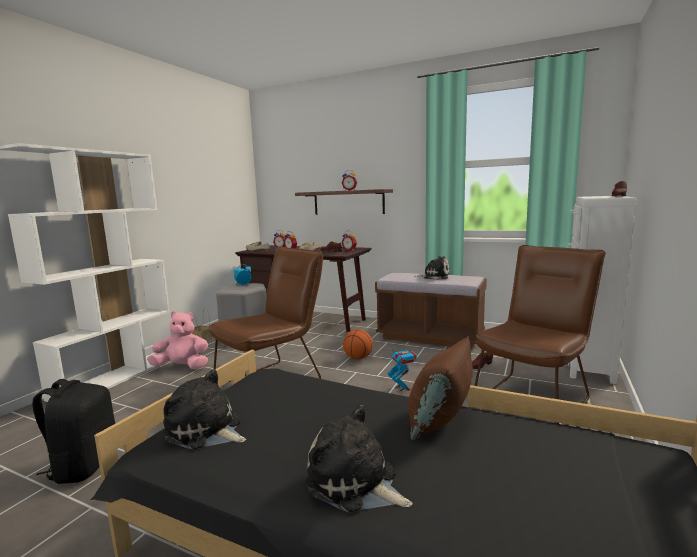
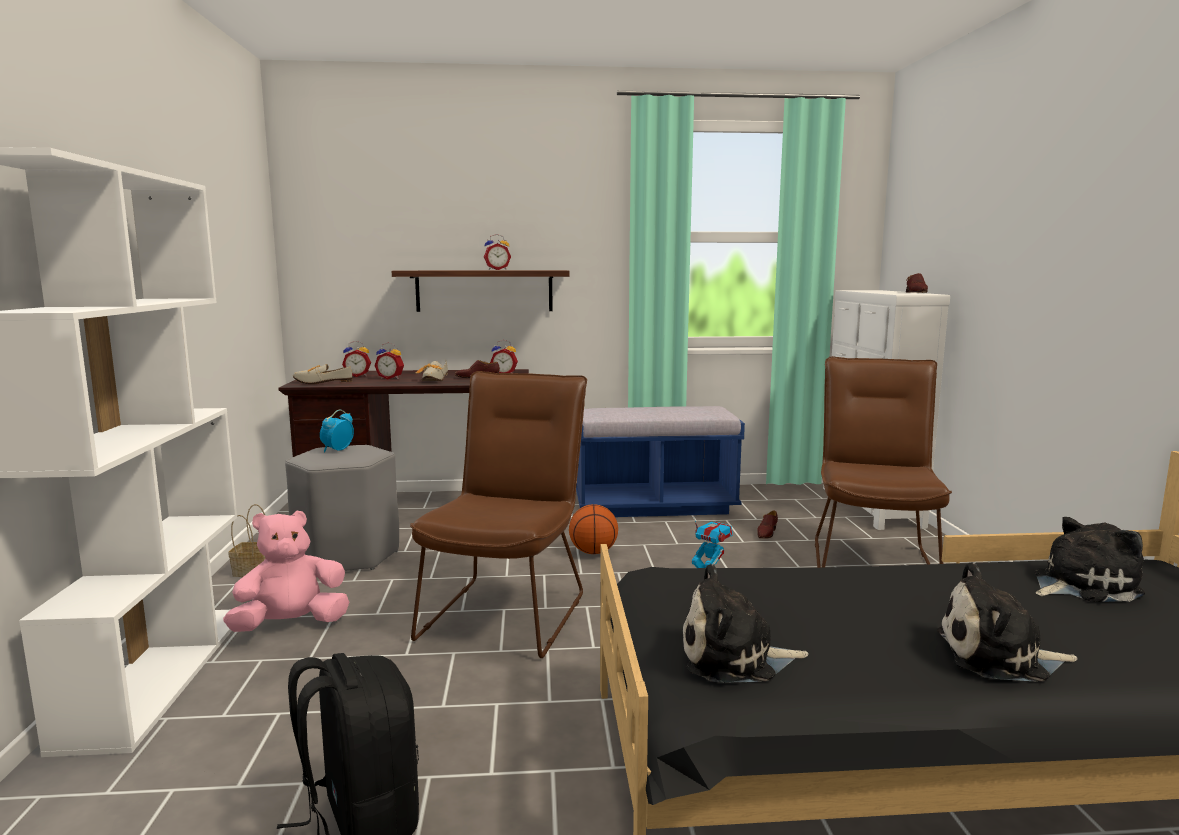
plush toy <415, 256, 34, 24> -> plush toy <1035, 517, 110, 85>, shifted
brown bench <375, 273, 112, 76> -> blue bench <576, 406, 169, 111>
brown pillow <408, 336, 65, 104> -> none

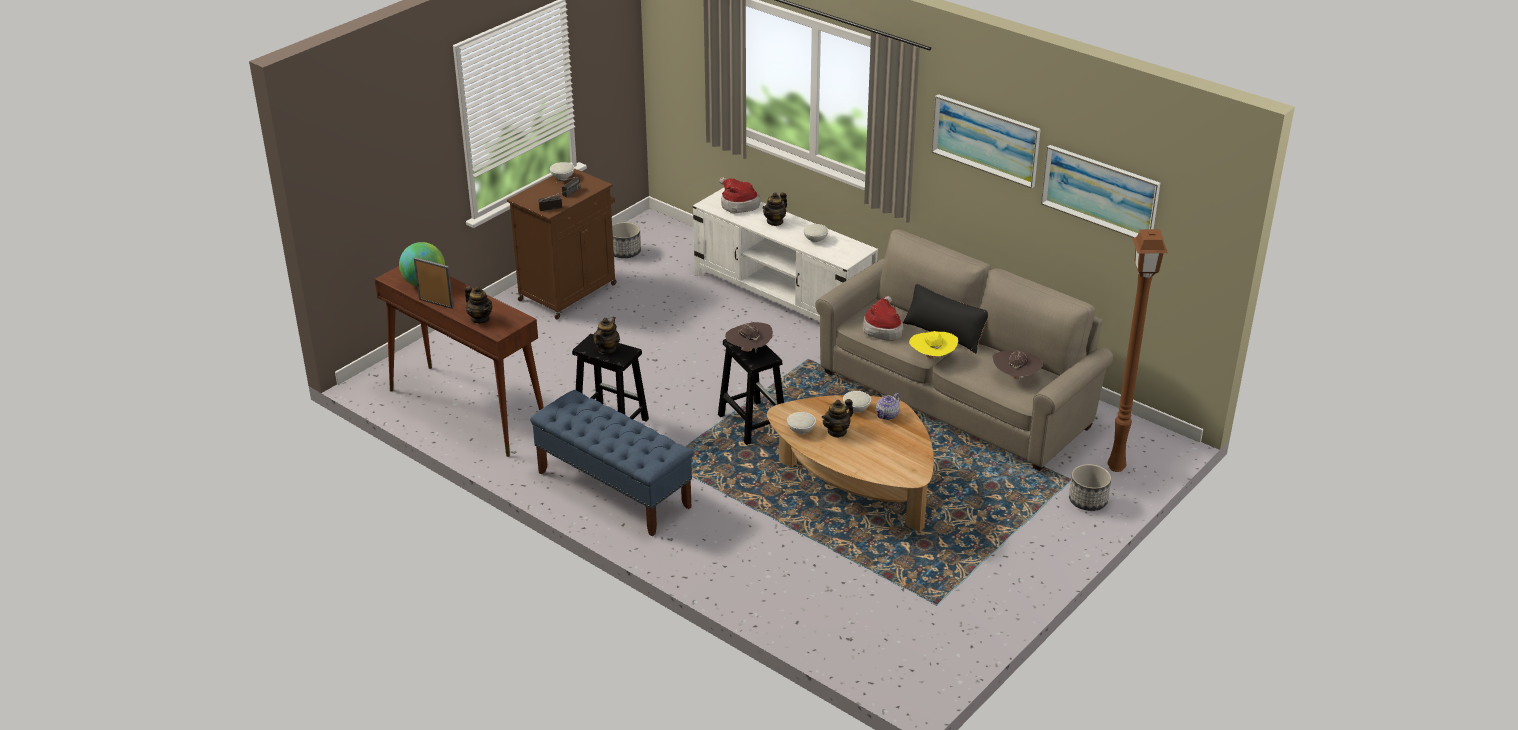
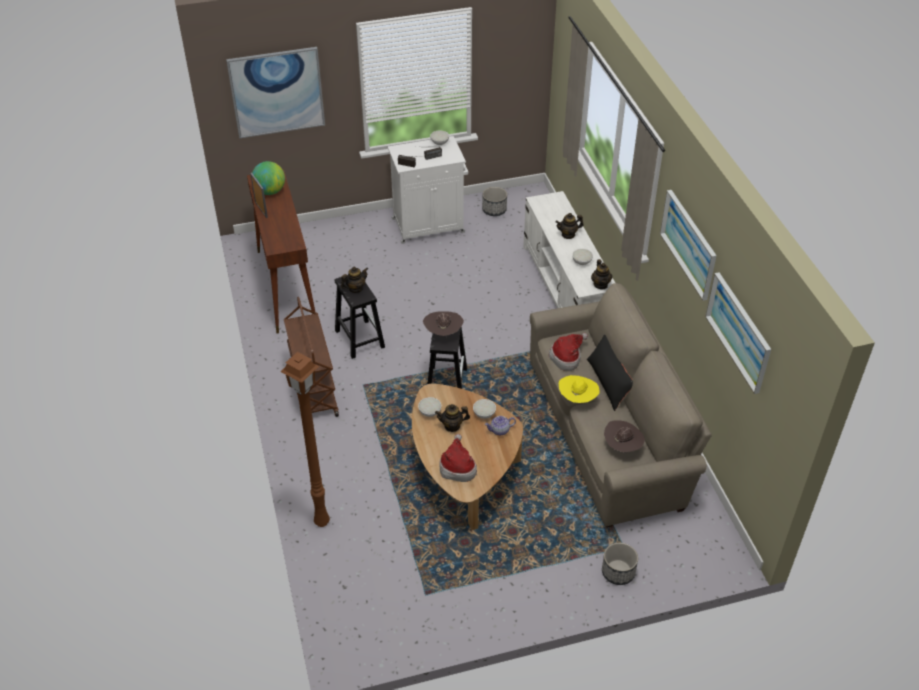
brown cabinet <507, 168, 109, 151> -> white cabinet <388, 136, 80, 108>
hat <720, 177, 40, 37> -> hat <439, 434, 38, 48>, shifted
brown floor lamp <1108, 229, 60, 243> -> brown floor lamp <280, 352, 50, 175>, shifted
teapot <465, 286, 28, 37> -> teapot <591, 259, 21, 30>, shifted
blue bench <530, 390, 164, 146> -> brown cart <284, 297, 55, 120>
none -> picture <226, 47, 99, 91>

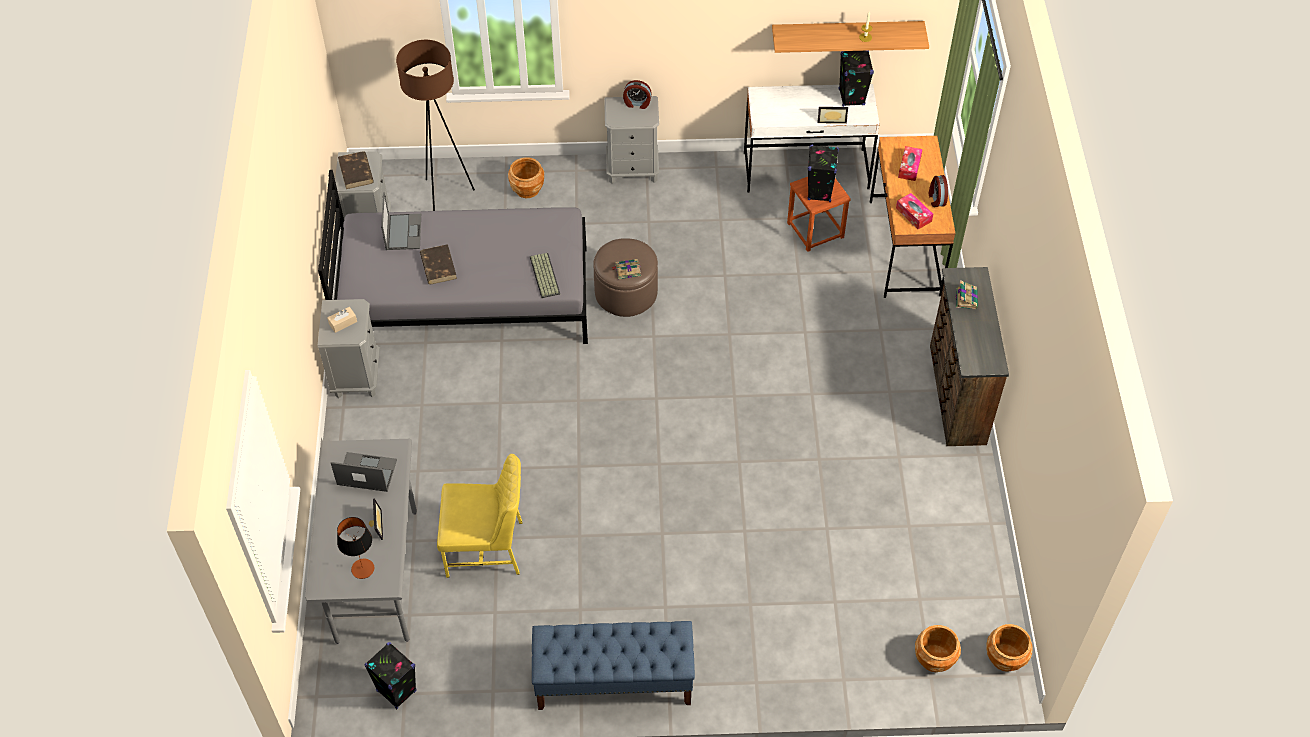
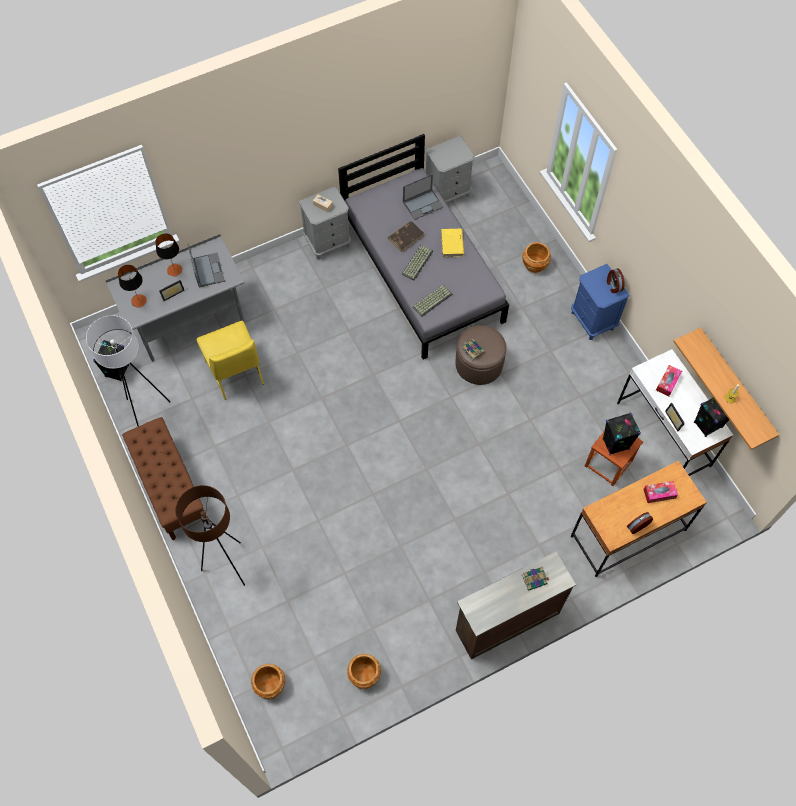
brown floor lamp <396, 40, 79, 171> -> brown floor lamp <176, 485, 69, 101>, shifted
grey nightstand <604, 96, 55, 88> -> blue nightstand <571, 264, 59, 76>
brown book <338, 151, 36, 38> -> none
tissue box <896, 193, 37, 36> -> tissue box <656, 365, 26, 32>, shifted
blue bench <532, 621, 163, 89> -> brown bench <122, 417, 83, 123>
brown planter <986, 624, 47, 48> -> brown planter <347, 654, 35, 35>, shifted
none -> yellow book <441, 229, 23, 28>
none -> table lamp <155, 233, 27, 43>
none -> keyboard <402, 245, 31, 35>
none -> white floor lamp <86, 315, 84, 111>

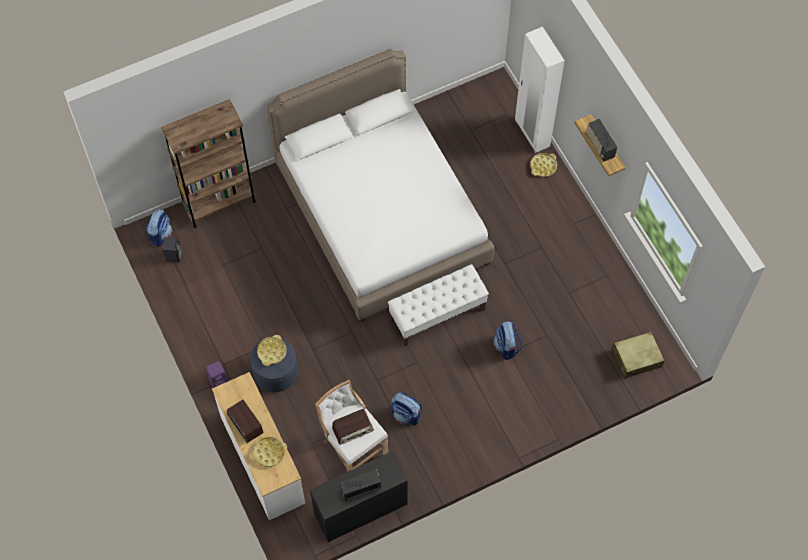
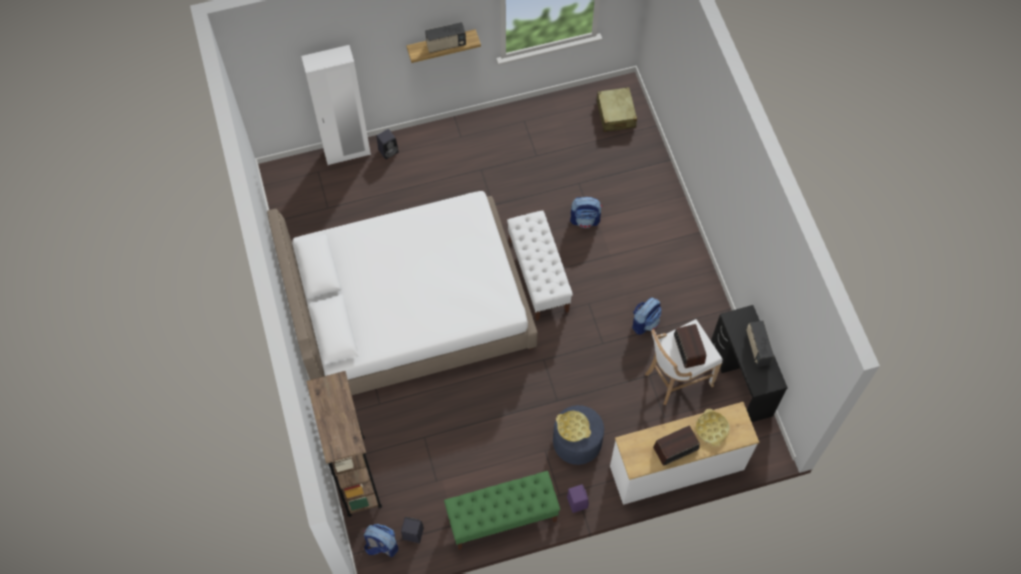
yellow tray <530, 153, 27, 24> -> black speaker <377, 129, 22, 30>
none -> green bench <444, 471, 116, 79>

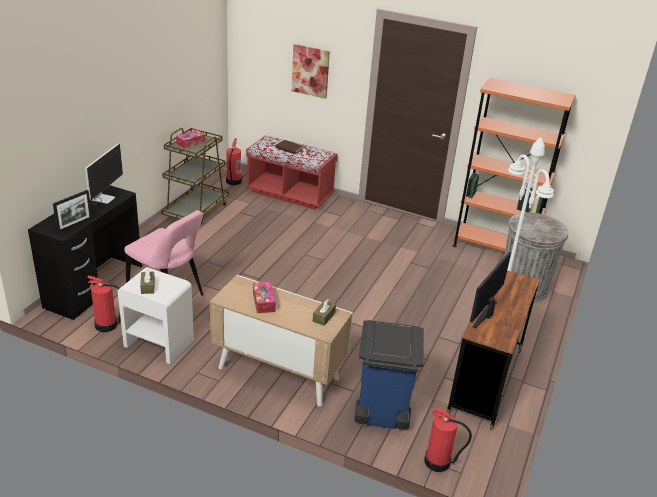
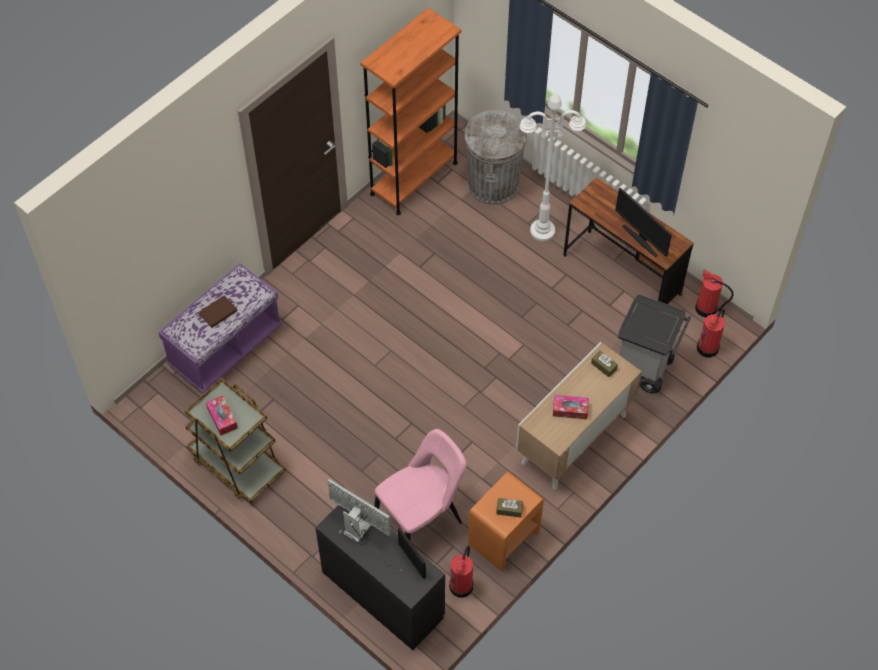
picture <292, 44, 38, 55> -> none
red bench <246, 135, 91, 75> -> purple bench <158, 263, 124, 130>
fire extinguisher <226, 138, 16, 47> -> fire extinguisher <695, 269, 39, 48>, shifted
white nightstand <117, 267, 77, 97> -> orange nightstand <468, 472, 76, 100>
blue trash can <354, 320, 70, 110> -> grey trash can <618, 294, 73, 100>

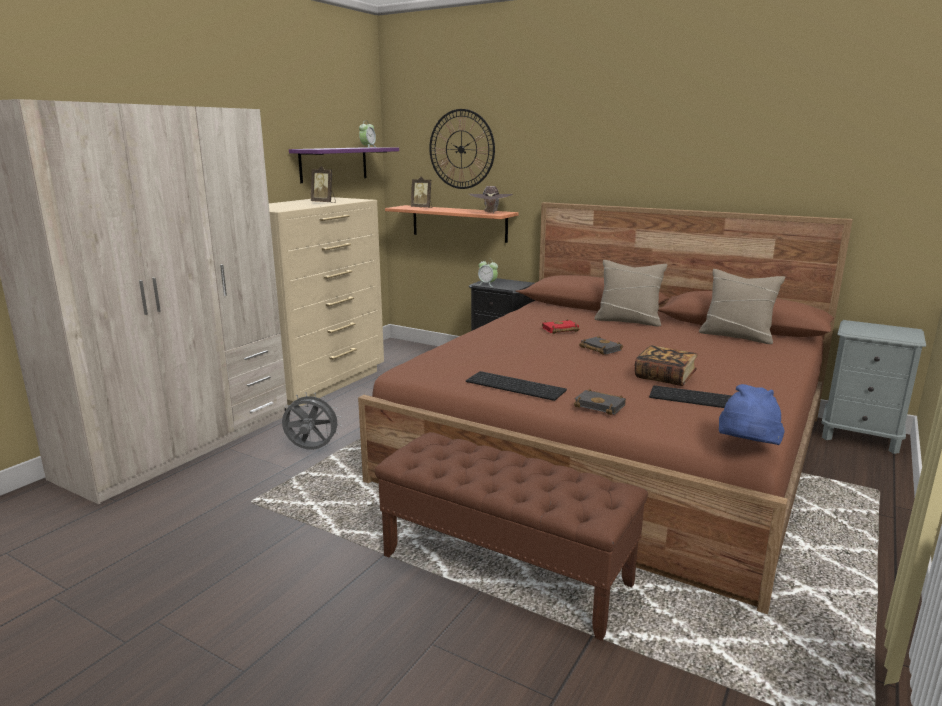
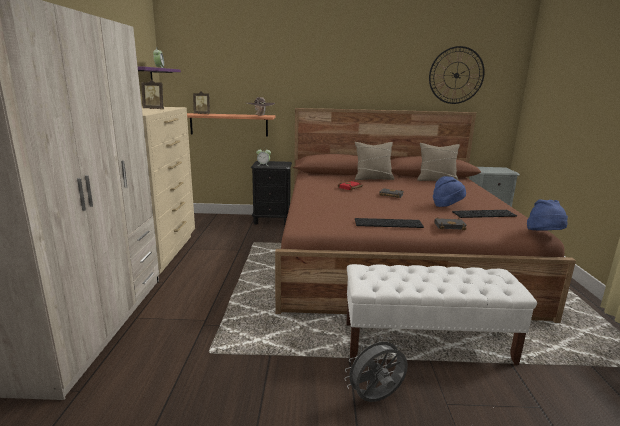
wall clock <429, 109, 66, 80> -> wall clock <429, 46, 56, 58>, shifted
book <635, 345, 63, 41> -> blue hat <433, 176, 33, 31>
grey fan <282, 392, 60, 58> -> grey fan <344, 336, 64, 66>, shifted
brown bench <375, 432, 273, 209> -> white bench <346, 264, 191, 101>

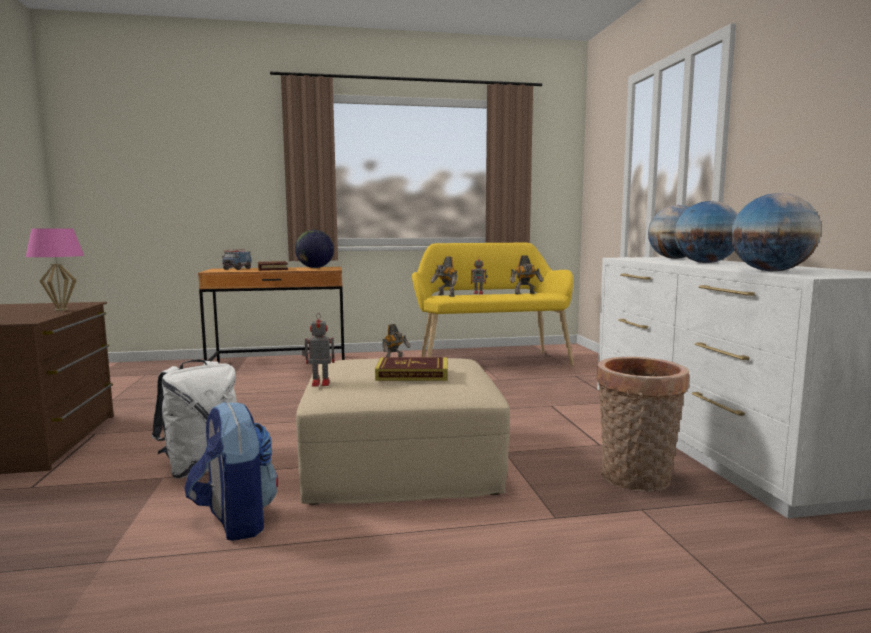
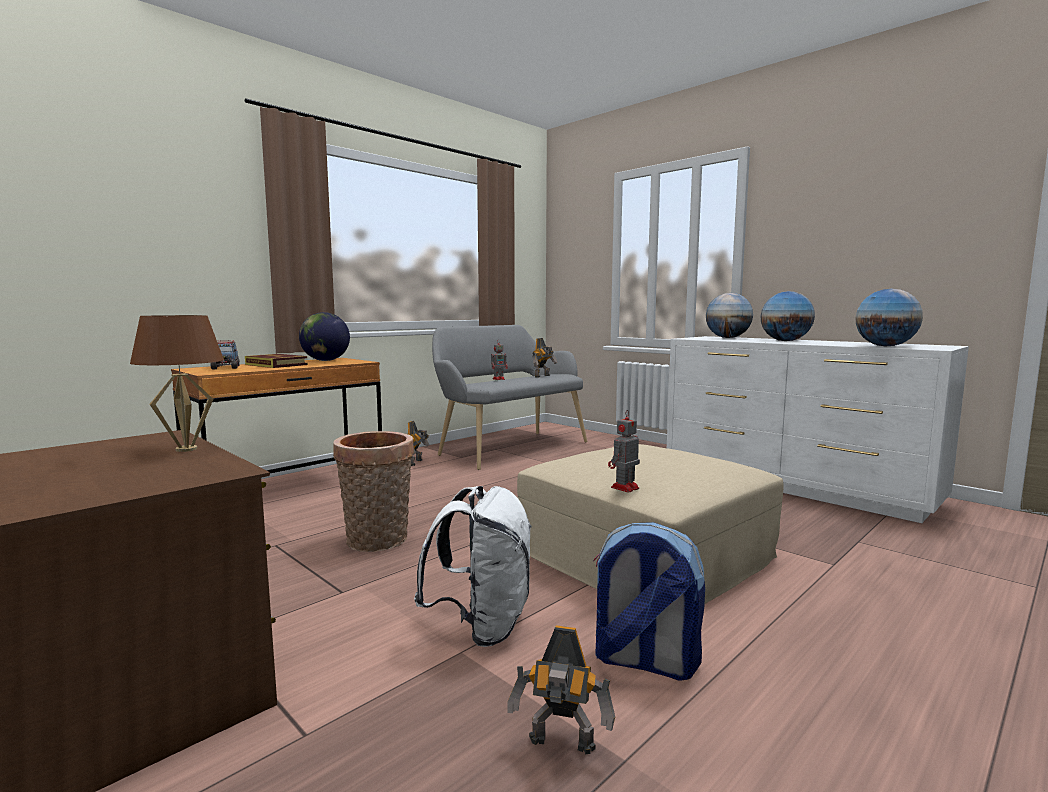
pink table lamp <26, 229, 58, 82> -> brown table lamp <130, 315, 94, 137>
yellow bench <412, 243, 162, 123> -> grey bench <432, 325, 155, 145>
toy robot <430, 256, 27, 41> -> toy robot <508, 625, 107, 129>, shifted
book <375, 357, 73, 24> -> none
basket <596, 357, 93, 135> -> basket <333, 431, 81, 121>, shifted

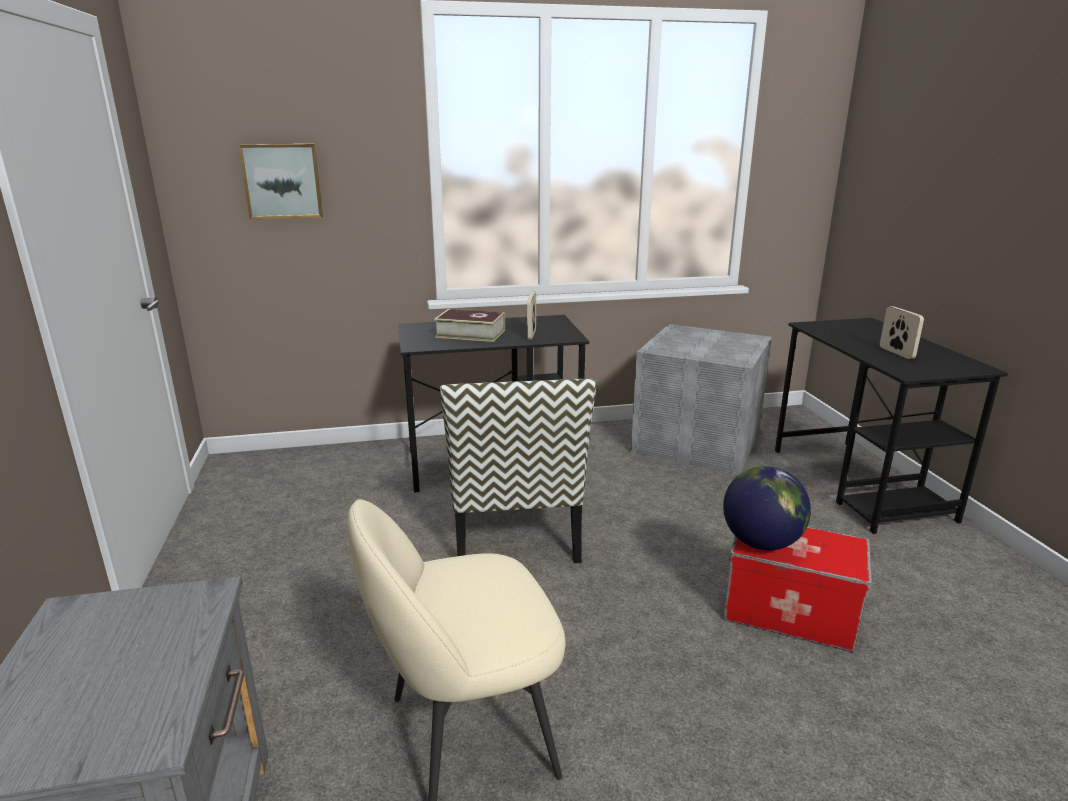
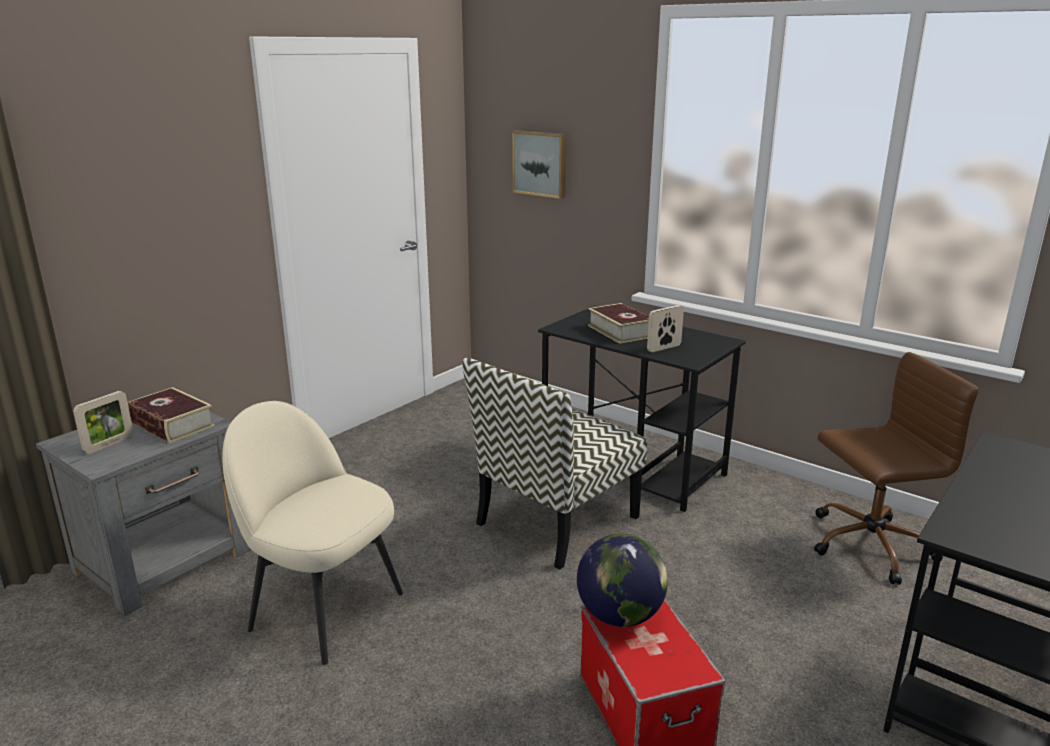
picture frame <880, 306, 44, 53> -> picture frame <73, 391, 60, 63>, shifted
grey storage box <631, 324, 141, 151> -> brown office chair <814, 352, 165, 233>
none -> book <127, 387, 88, 56>

